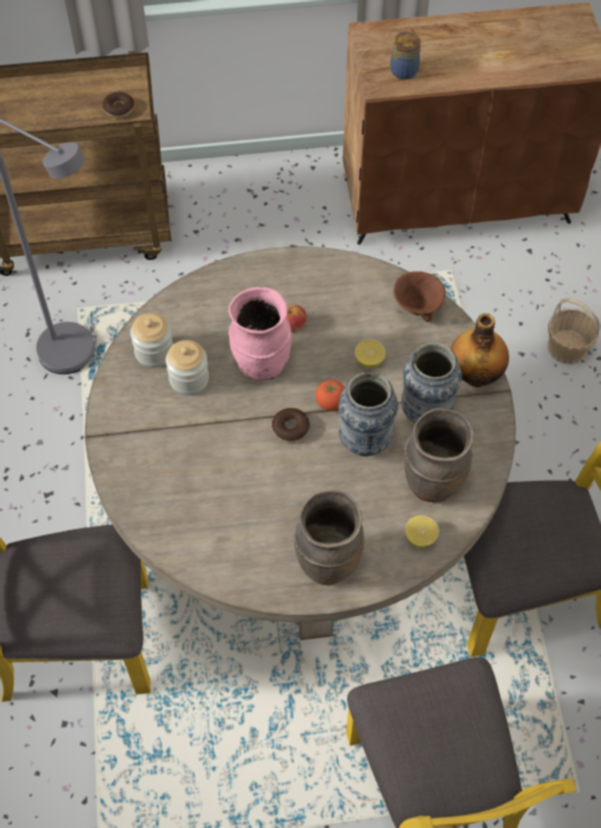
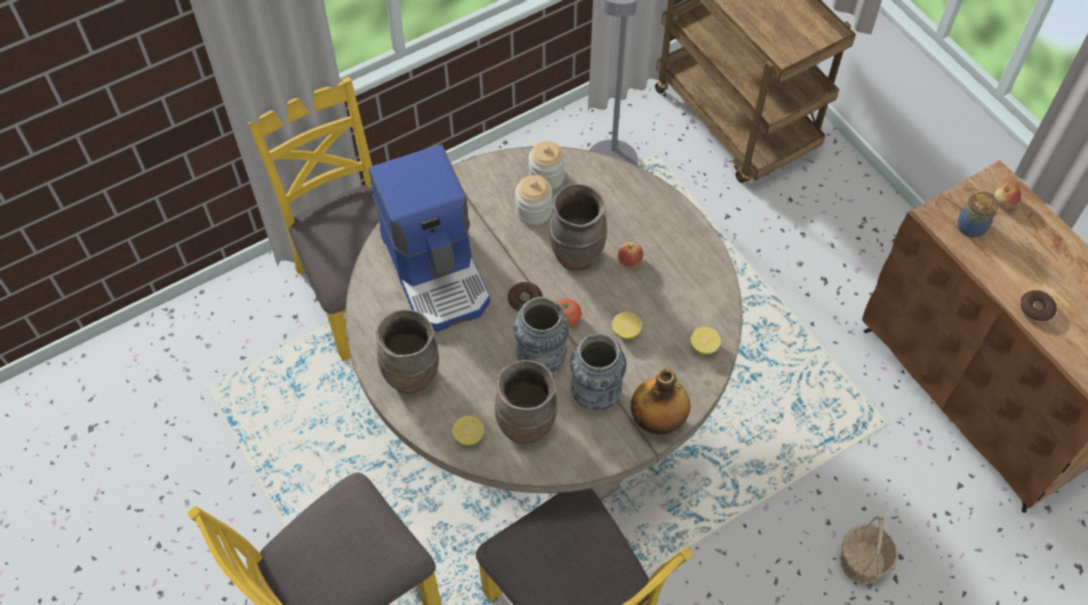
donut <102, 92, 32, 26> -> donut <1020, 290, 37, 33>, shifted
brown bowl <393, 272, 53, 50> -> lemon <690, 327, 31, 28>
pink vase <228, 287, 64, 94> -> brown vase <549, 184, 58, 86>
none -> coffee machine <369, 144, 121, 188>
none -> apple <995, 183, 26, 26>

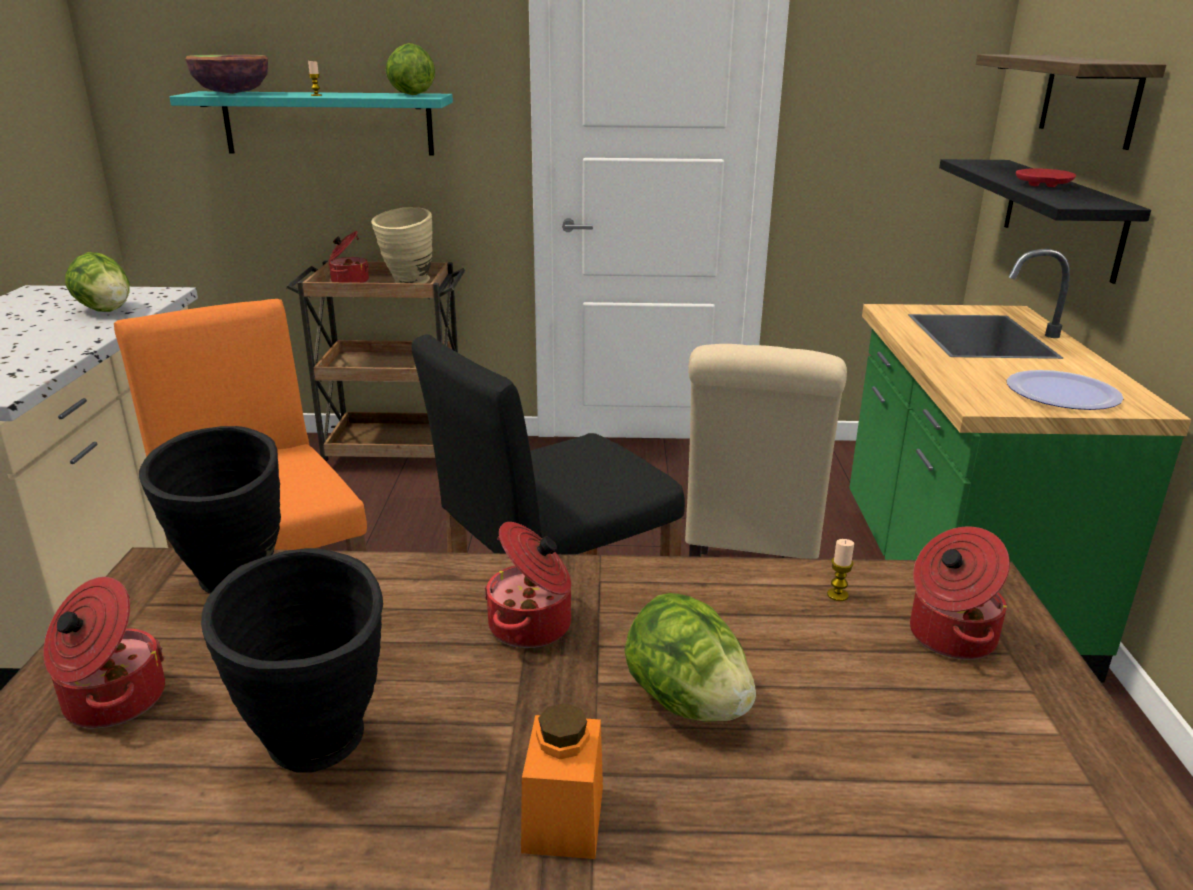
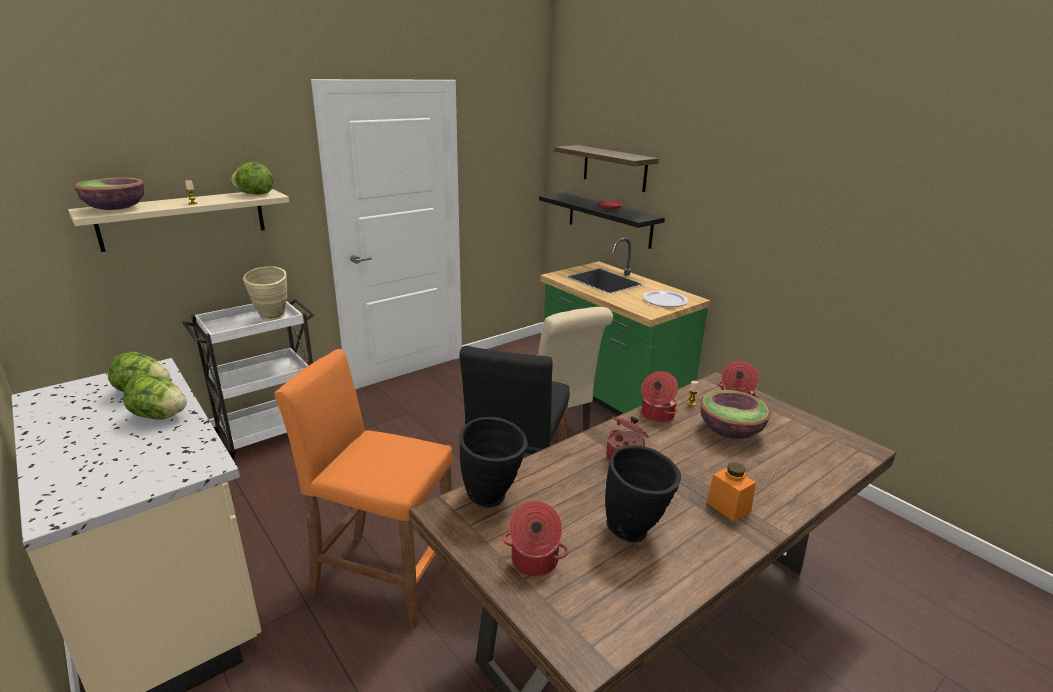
turquoise shelf <169, 91, 284, 65> -> beige shelf <68, 189, 221, 63>
cooking pot <329, 231, 40, 52> -> cooking pot <641, 371, 37, 52>, shifted
brown cart <286, 261, 179, 201> -> white cart <182, 299, 132, 161>
lettuce <624, 593, 132, 129> -> lettuce <123, 373, 64, 47>, shifted
none -> bowl <700, 390, 71, 49>

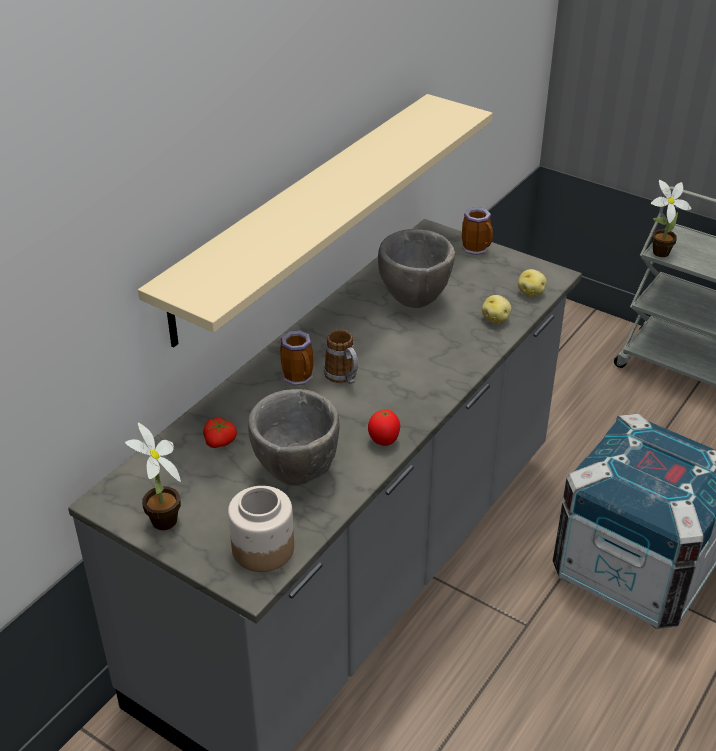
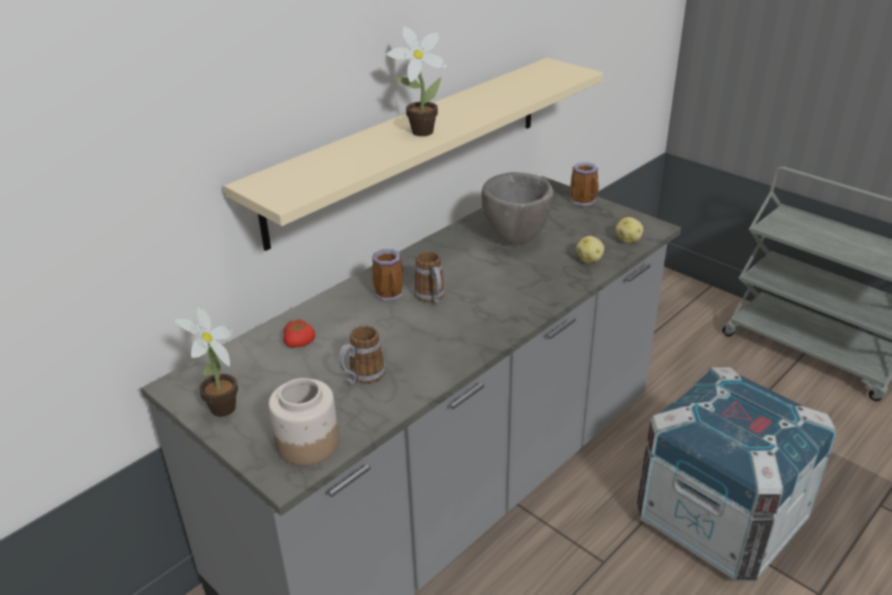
potted plant <651, 180, 41, 77> -> potted plant <386, 26, 62, 110>, shifted
grey bowl <248, 389, 91, 97> -> mug <339, 326, 46, 58>
tomato <368, 409, 32, 37> -> none

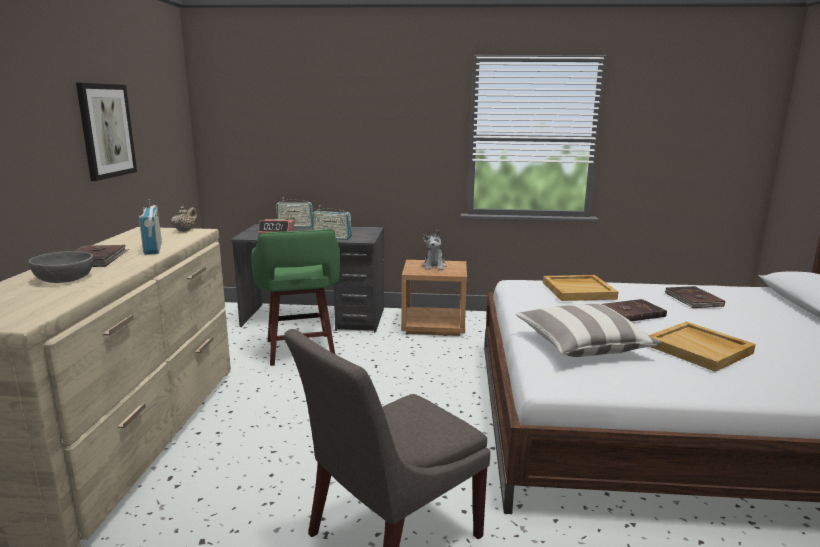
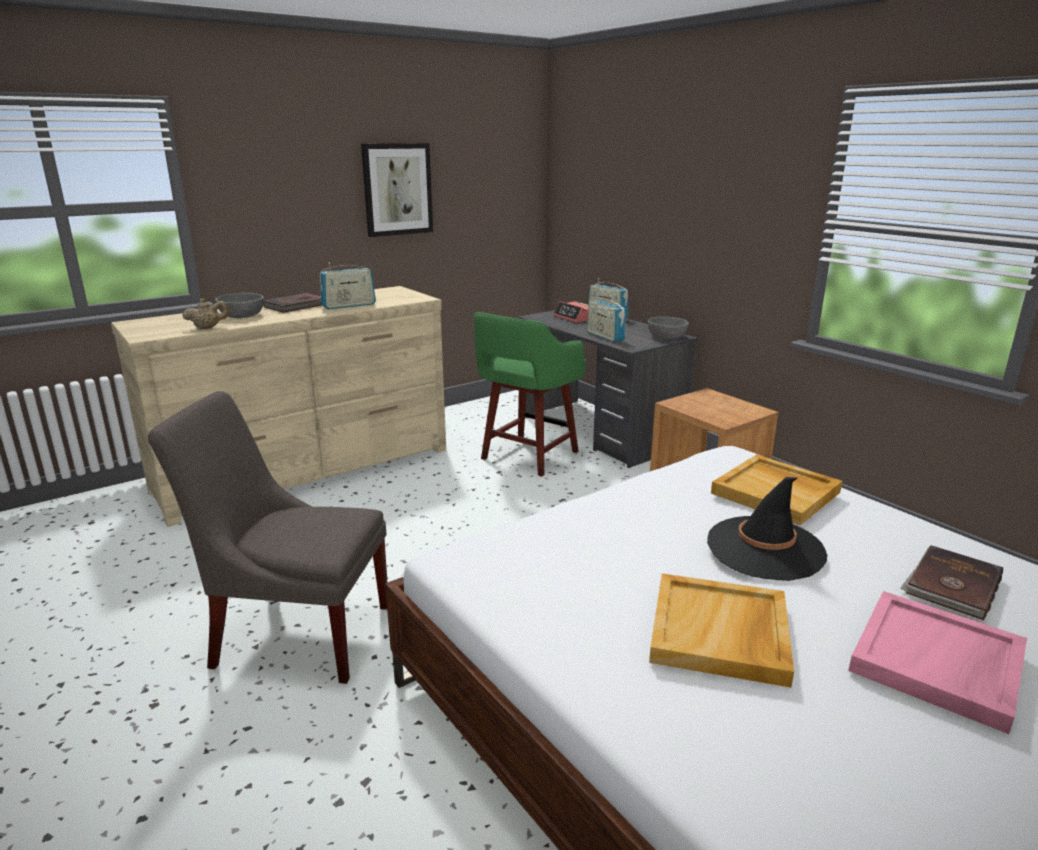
radio <139, 199, 23, 56> -> radio <320, 262, 56, 47>, 150 degrees counterclockwise
beige teapot <171, 206, 27, 26> -> beige teapot <182, 298, 47, 31>, shifted
plush toy <423, 230, 24, 40> -> none
brown book <602, 299, 65, 22> -> black hat <707, 477, 120, 104>
pillow <516, 304, 146, 53> -> none
none -> grey bowl <648, 316, 41, 23>
none -> pink tray <848, 591, 179, 143>

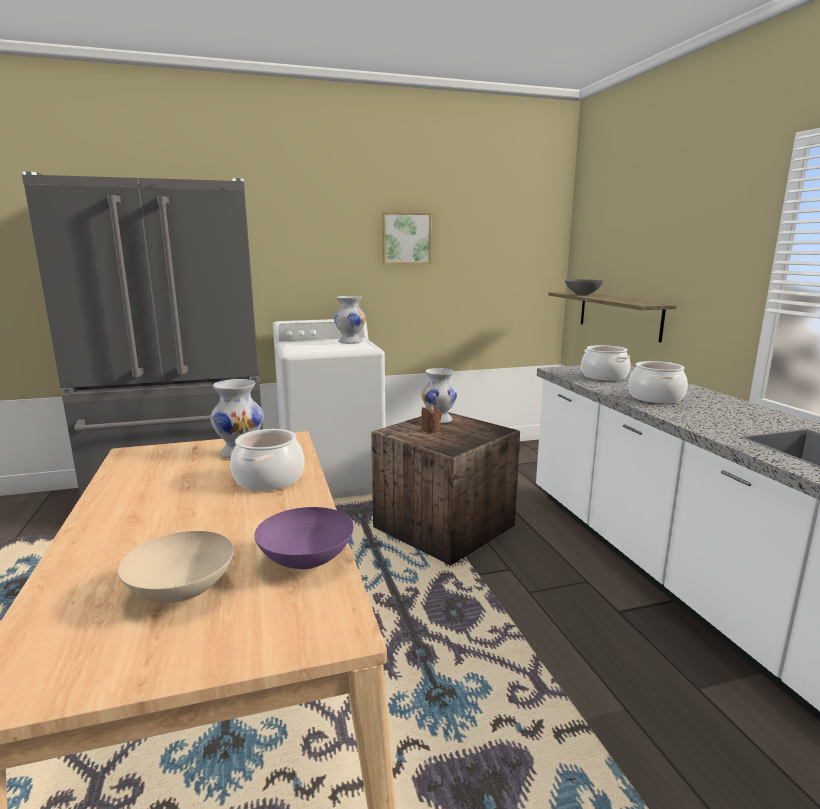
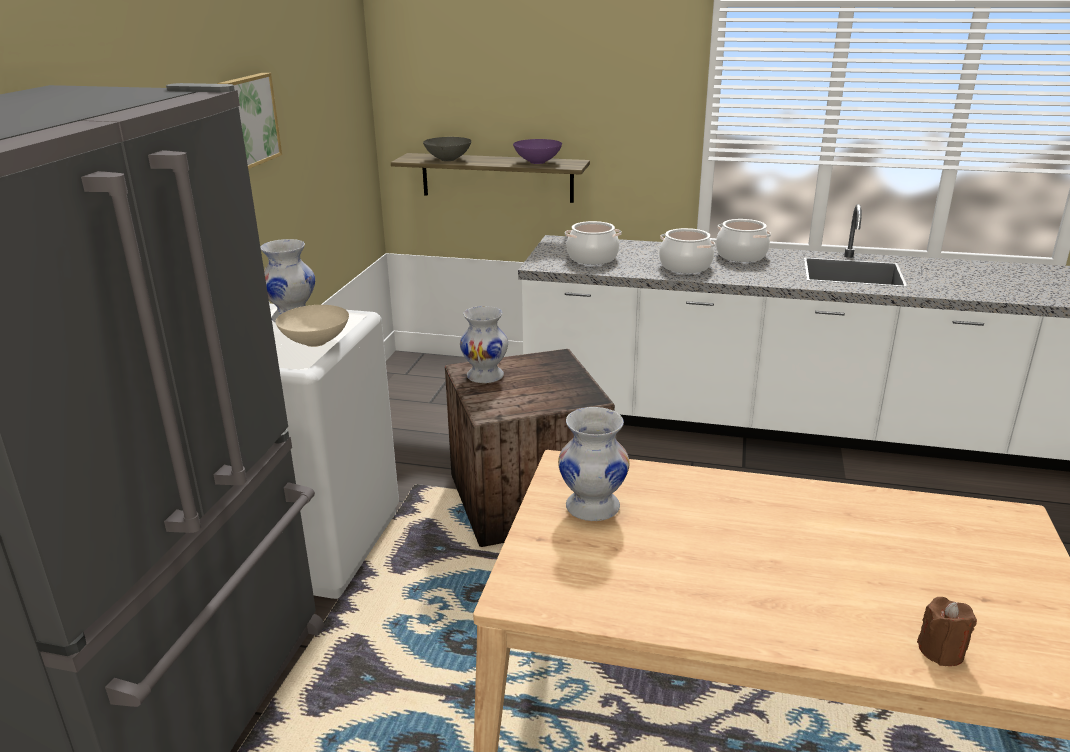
brown candle <421, 405, 20, 28> -> brown candle <917, 597, 60, 69>, shifted
cooking pot <230, 429, 74, 62> -> cooking pot <716, 219, 55, 43>, shifted
purple bowl <255, 507, 99, 63> -> purple bowl <513, 139, 49, 25>, shifted
beige bowl <118, 531, 116, 72> -> beige bowl <276, 305, 73, 42>, shifted

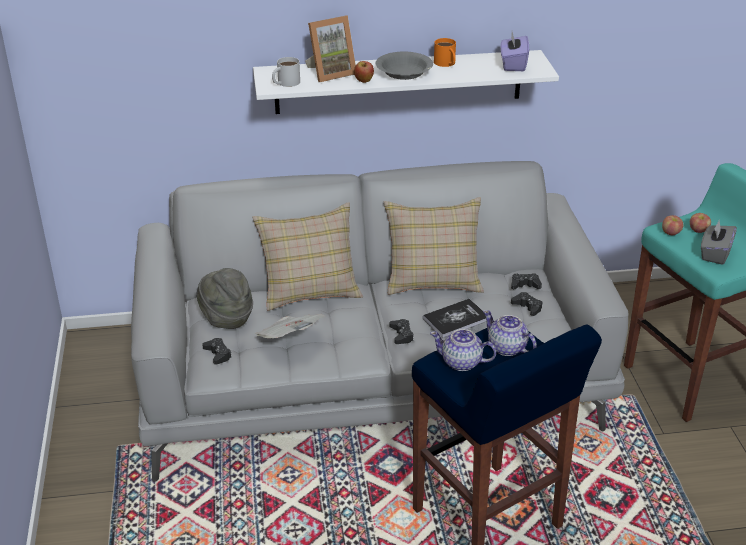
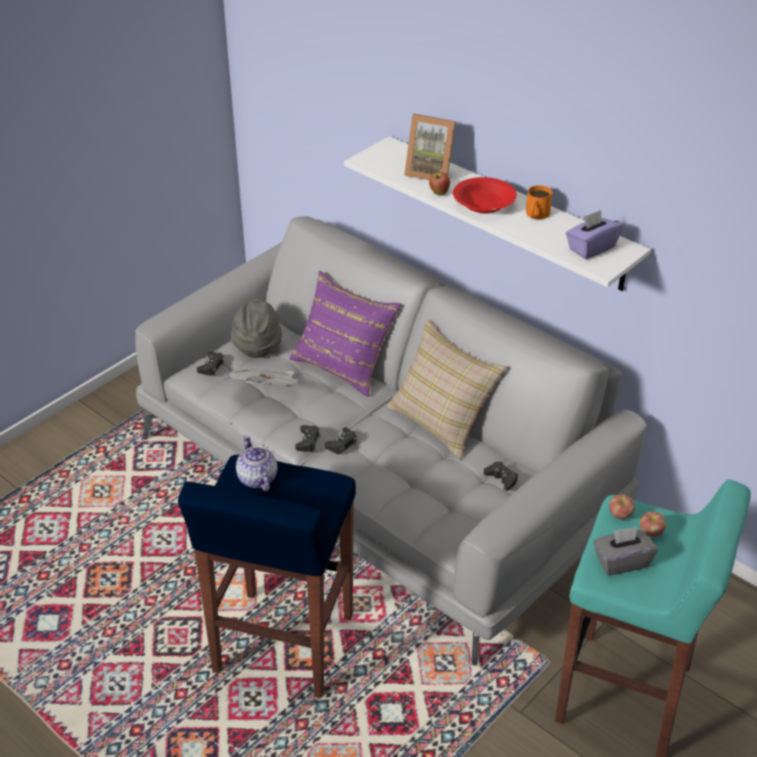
grey bowl <376, 52, 57, 28> -> red bowl <453, 177, 64, 36>
white mug <272, 57, 28, 30> -> none
beige pillow <252, 202, 111, 109> -> purple pillow <290, 271, 112, 126>
black game controller <511, 292, 31, 24> -> black game controller <295, 425, 25, 27>, shifted
book <423, 299, 63, 39> -> none
teapot <483, 310, 54, 46> -> none

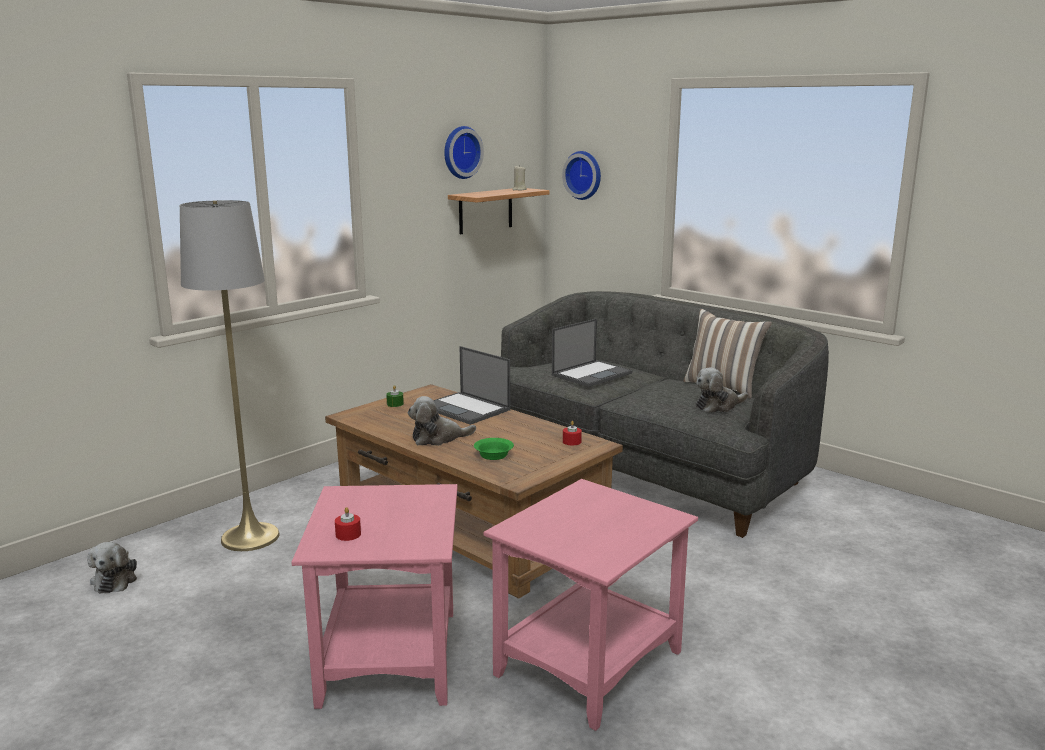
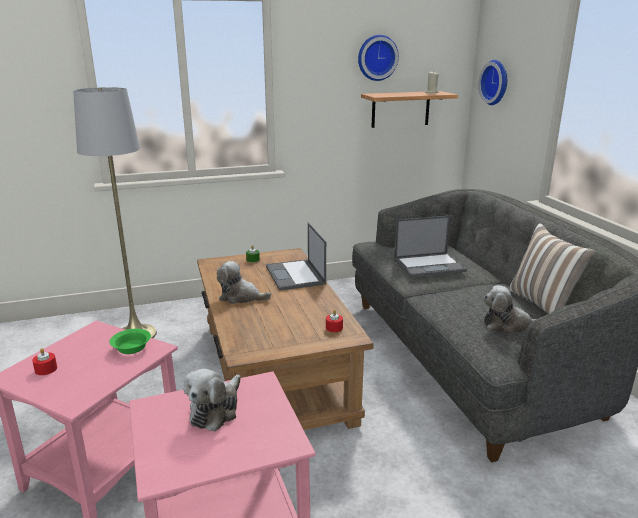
green bowl <474, 438, 40, 22> -> green bowl <110, 329, 41, 25>, shifted
plush toy <87, 542, 50, 51> -> plush toy <183, 369, 58, 62>, shifted

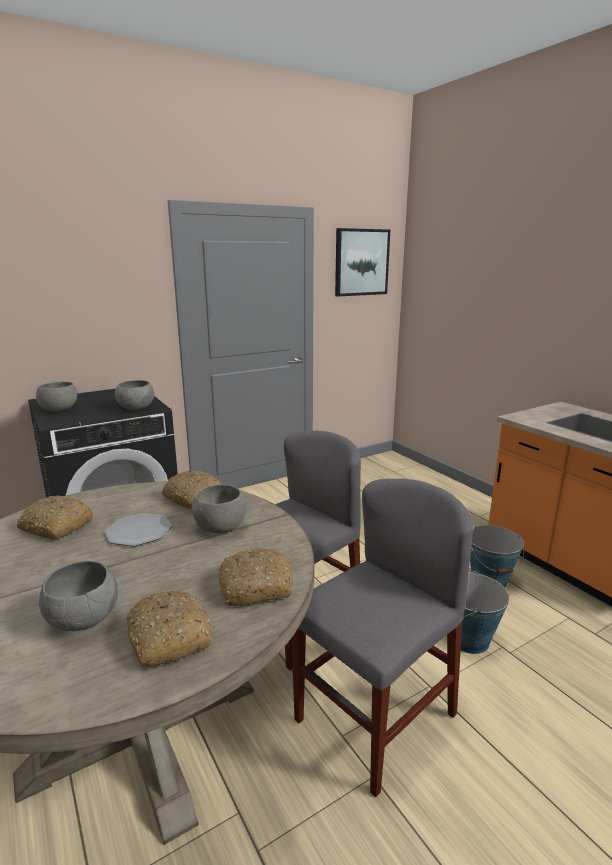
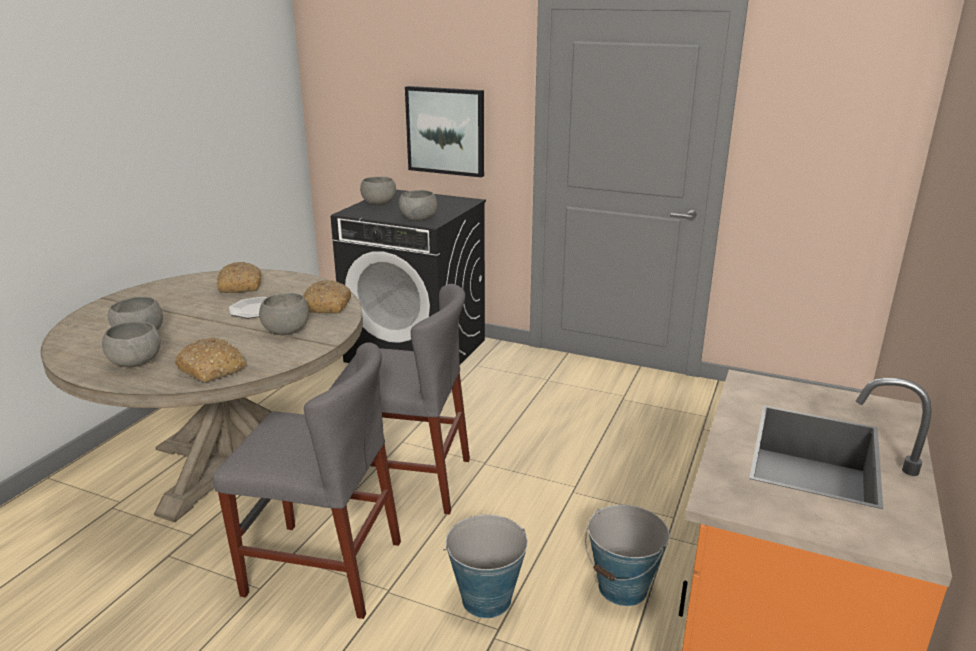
picture <335, 228, 55, 69> -> picture <405, 86, 79, 92>, shifted
bread <127, 591, 85, 76> -> grey bowl <102, 321, 59, 46>

